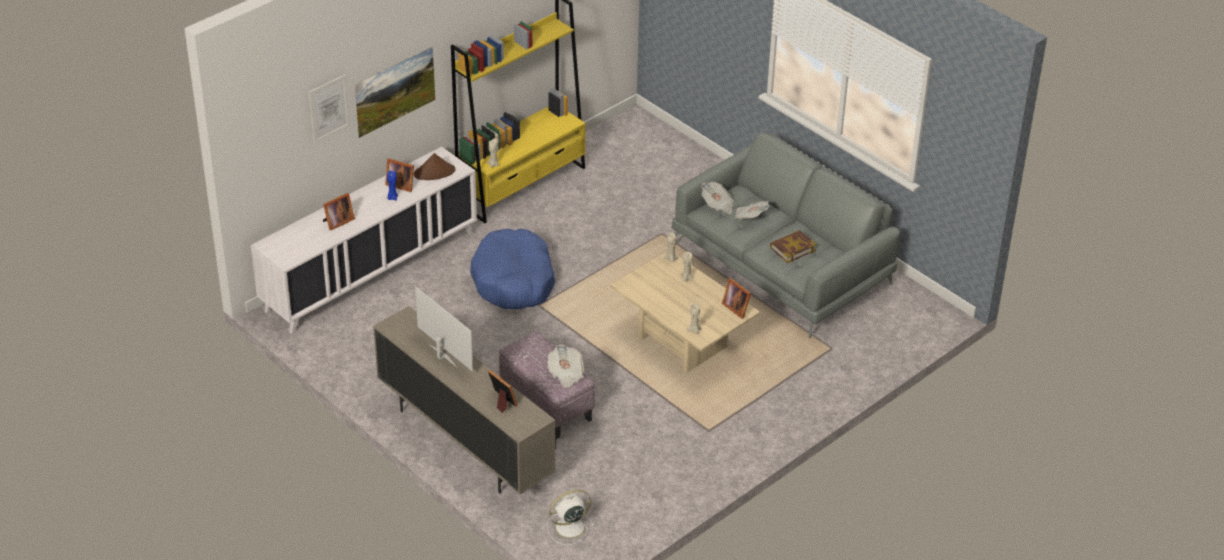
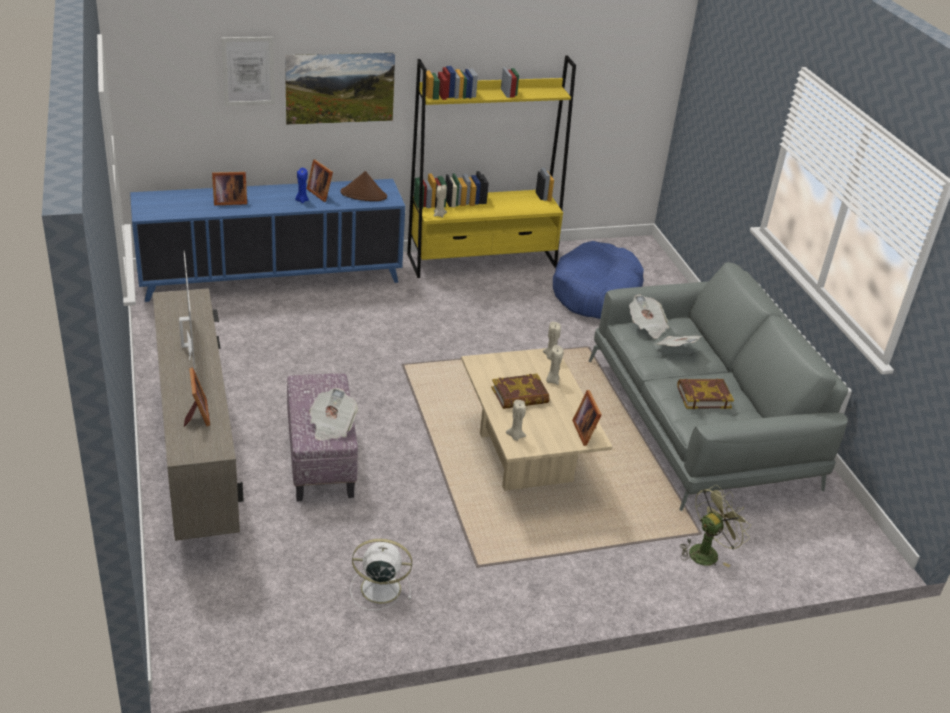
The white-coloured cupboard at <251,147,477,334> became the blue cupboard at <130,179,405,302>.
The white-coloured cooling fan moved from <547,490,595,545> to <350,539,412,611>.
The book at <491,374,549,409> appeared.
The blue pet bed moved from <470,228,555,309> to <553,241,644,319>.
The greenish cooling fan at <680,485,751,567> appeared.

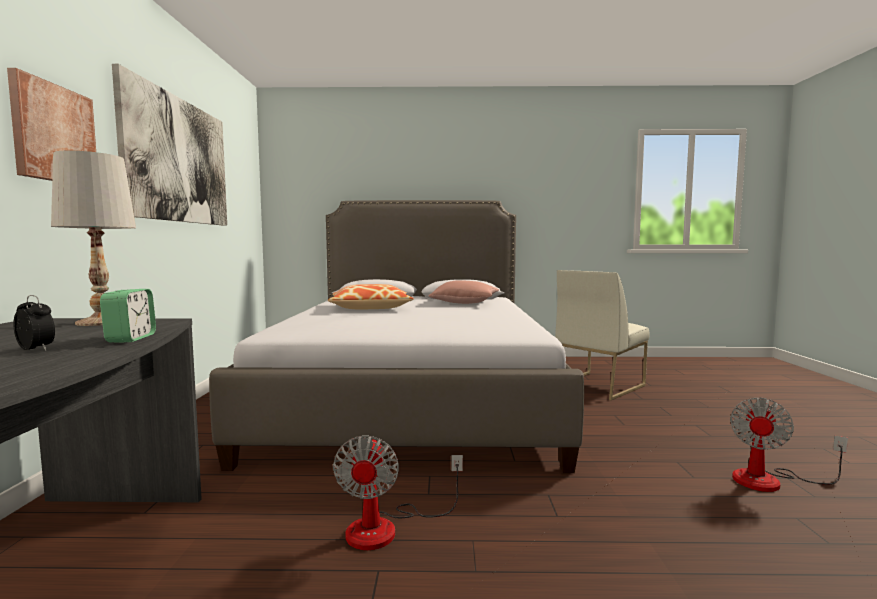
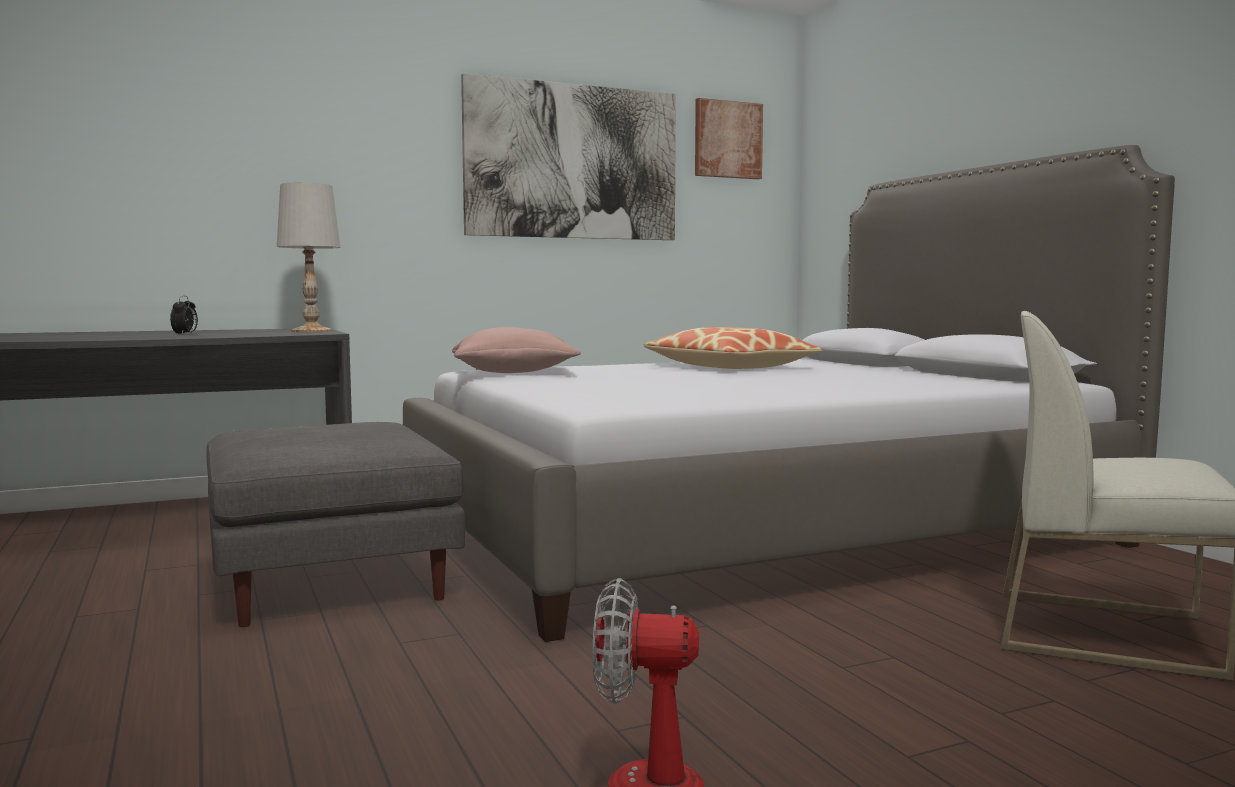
The cooling fan at <333,435,463,550> was replaced by the gray pouffe at <206,422,465,627>.
The pinkish throw pillow moved from <428,280,499,304> to <452,327,581,373>.
The wall picture moved from <7,68,96,181> to <695,98,763,179>.
The table clock at <100,289,156,343> disappeared.

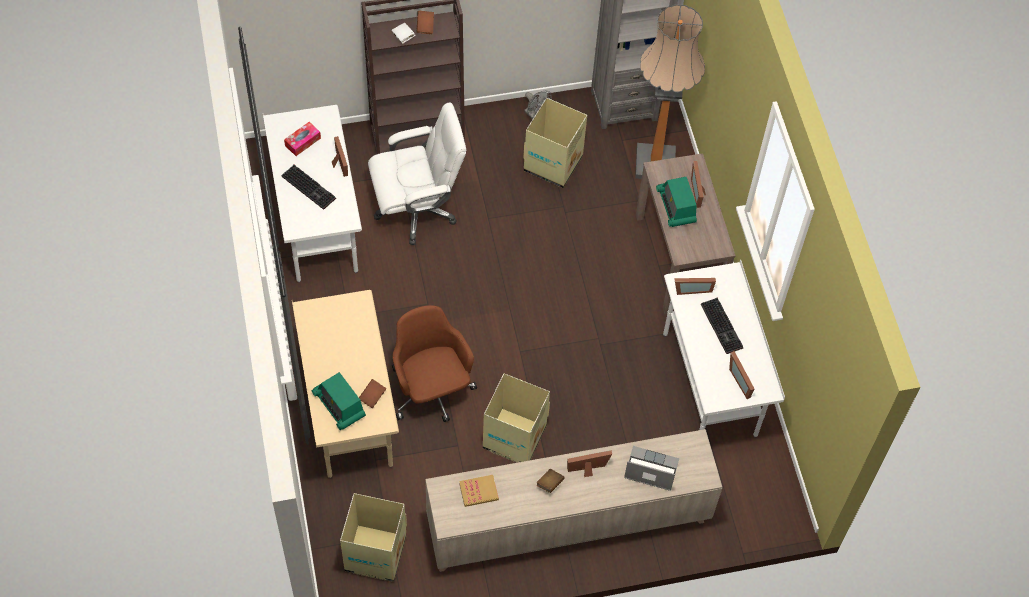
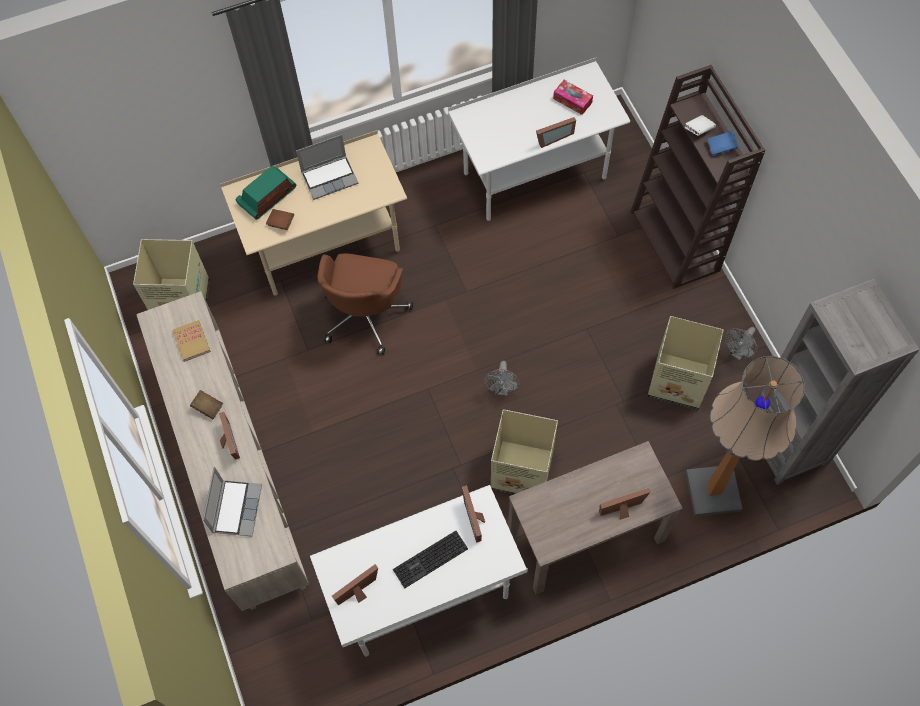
The notebook computer at <296,134,358,200> appeared.
The brown-coloured computer chair at <392,305,477,422> turned 135 degrees clockwise.
The gray cooling fan at <483,361,520,396> appeared.
The cardboard box moved from <483,373,550,463> to <491,409,558,494>.
The brown-coloured book at <417,11,434,34> became the blue book at <707,130,738,156>.
The keyboard at <282,165,336,210> disappeared.
The white-coloured computer chair at <368,102,466,245> disappeared.
The radio set at <656,177,697,227> disappeared.

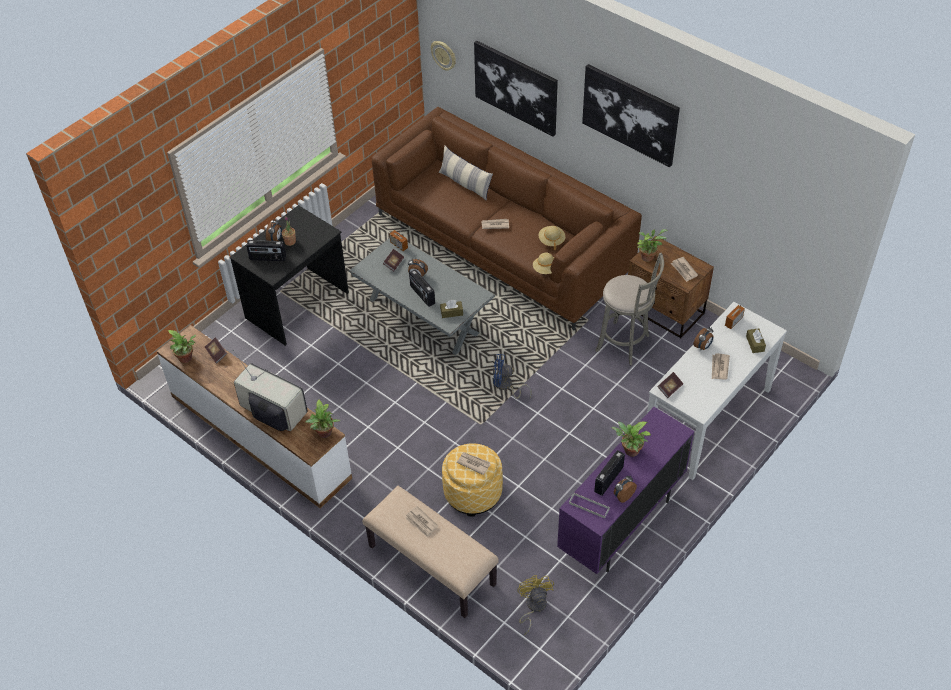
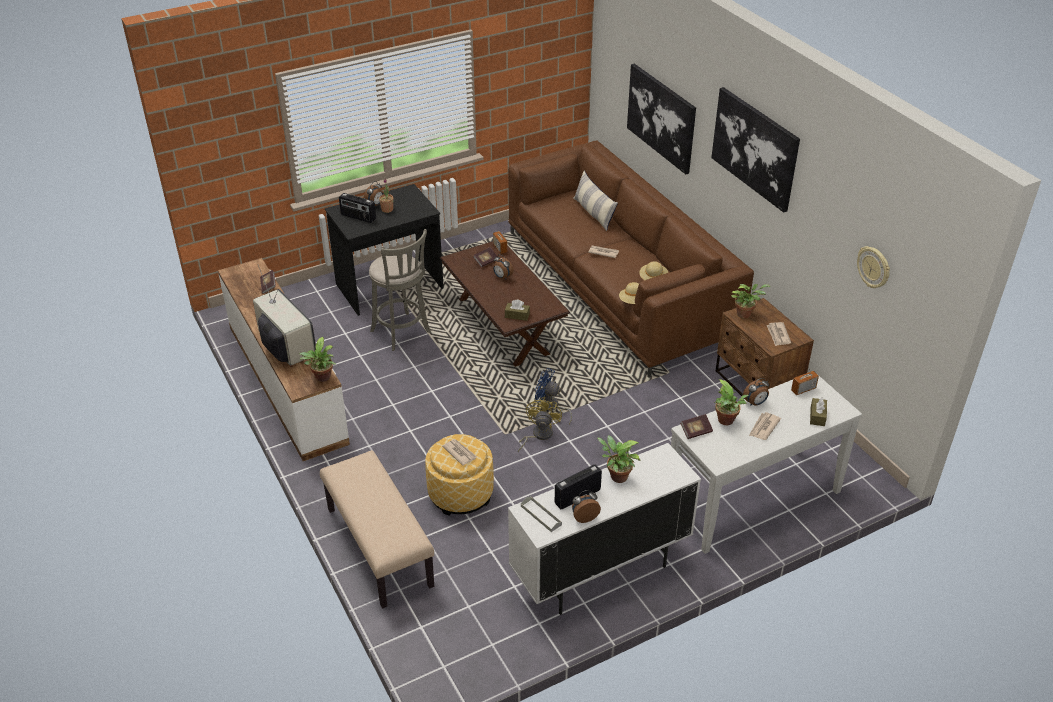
The gray stool seat moved from <595,253,664,366> to <369,229,431,351>.
The gray coffee table at <349,238,495,355> became the brown-coloured coffee table at <440,241,570,367>.
The purplish cupboard at <557,407,694,574> became the white-coloured cupboard at <508,443,701,615>.
The yellow-coloured cooling fan moved from <518,575,554,635> to <518,397,562,452>.
The potted plant moved from <167,330,196,363> to <714,379,749,425>.
The hanging clock moved from <431,41,456,71> to <857,246,890,288>.
The newspaper at <405,506,438,537> disappeared.
The radio set at <409,270,435,307> disappeared.

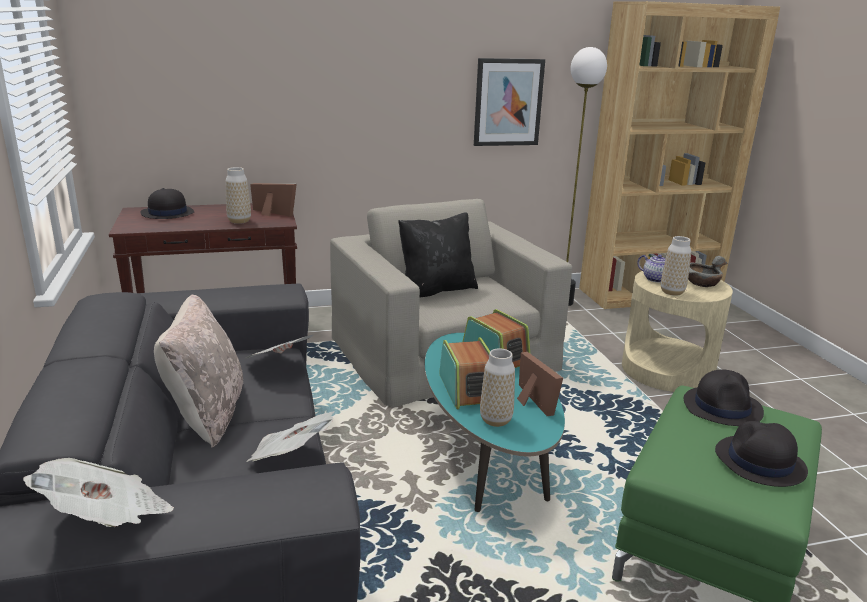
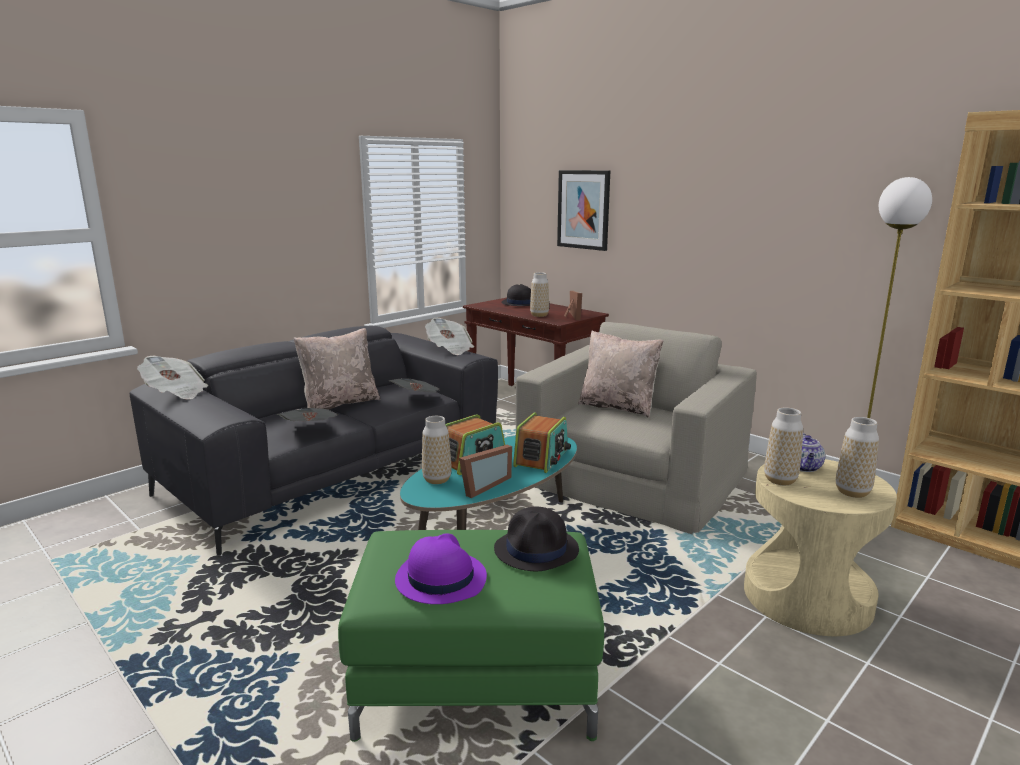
The blackish wearable hat at <715,421,808,487> became the purplish wearable hat at <395,534,487,604>.
The newspaper at <425,318,474,355> appeared.
The wall picture moved from <474,58,545,146> to <557,170,610,251>.
The blackish throw pillow at <398,212,478,298> became the beige throw pillow at <578,331,663,418>.
The gray bowl at <688,256,728,287> was replaced by the decorative vase at <836,417,879,498>.

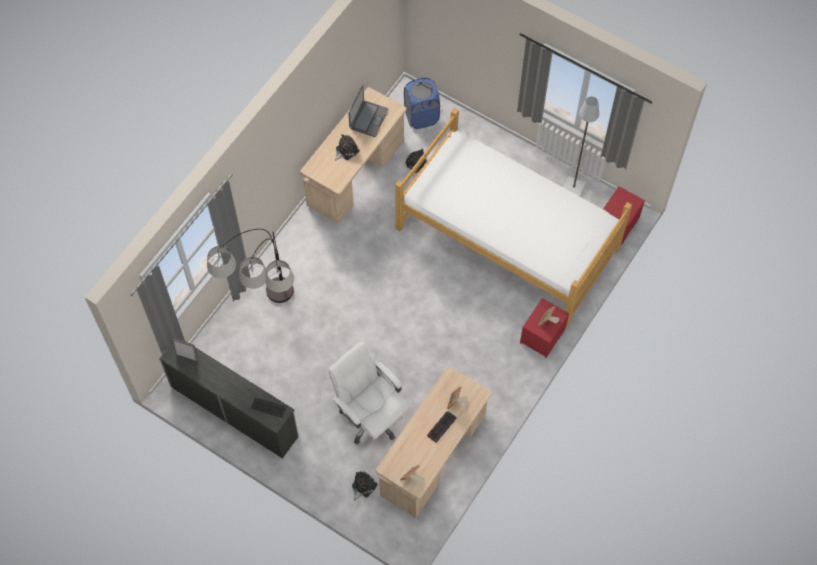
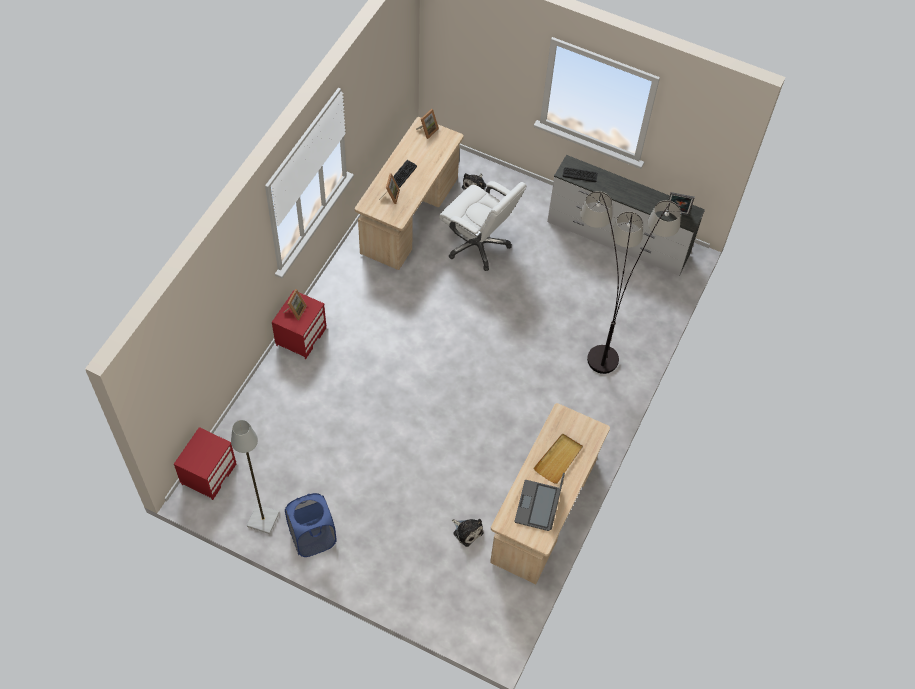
The blue hamper moved from <404,78,440,129> to <285,493,337,557>.
The plush toy at <335,134,360,161> was replaced by the beige carrying tray at <534,433,583,484>.
The bed at <395,108,632,327> disappeared.

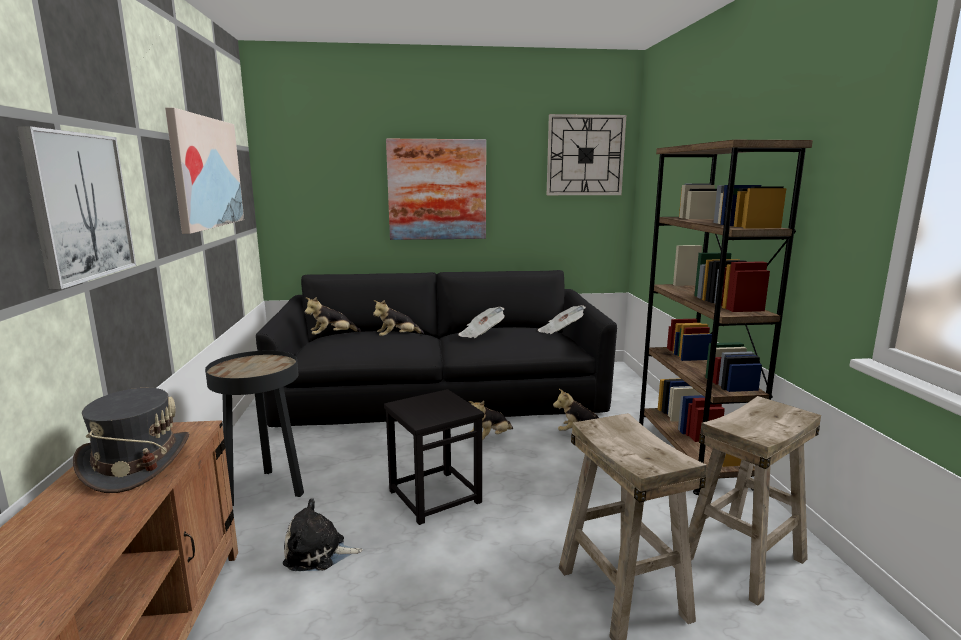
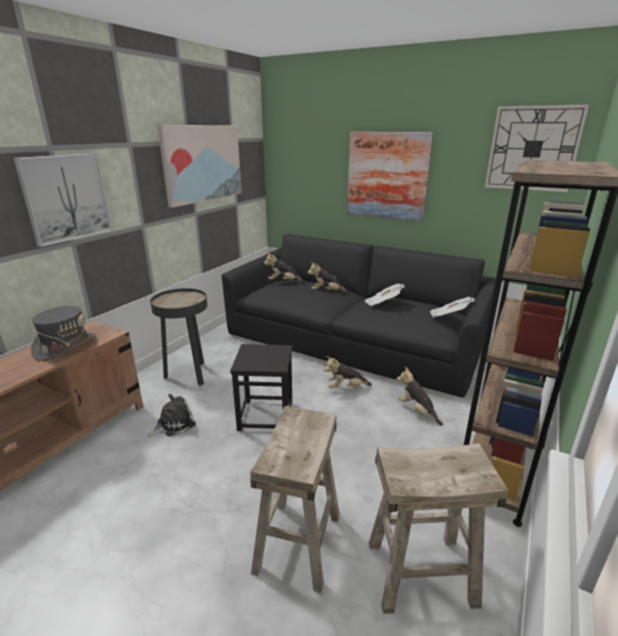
The plush toy at <283,498,363,571> turned 105 degrees clockwise.

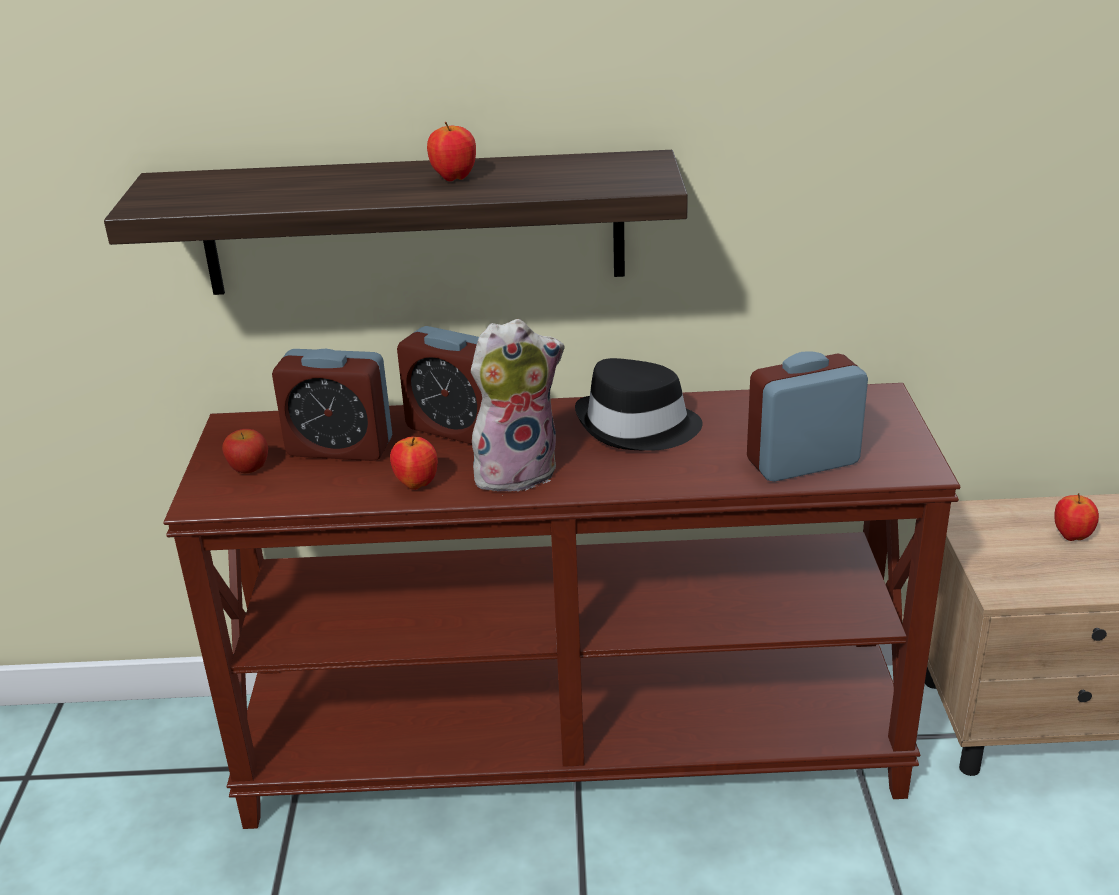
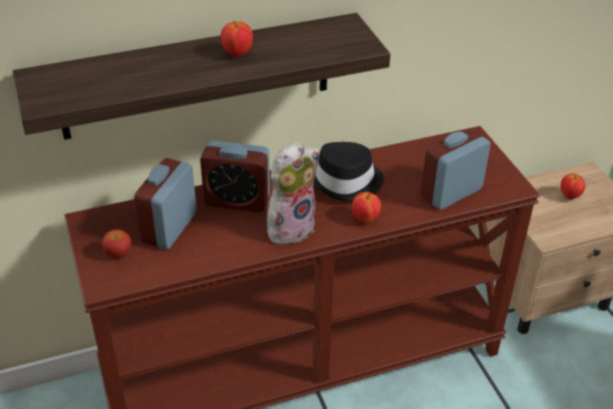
The table clock at <272,349,393,461> turned 120 degrees clockwise.
The apple moved from <390,437,438,490> to <352,192,381,224>.

